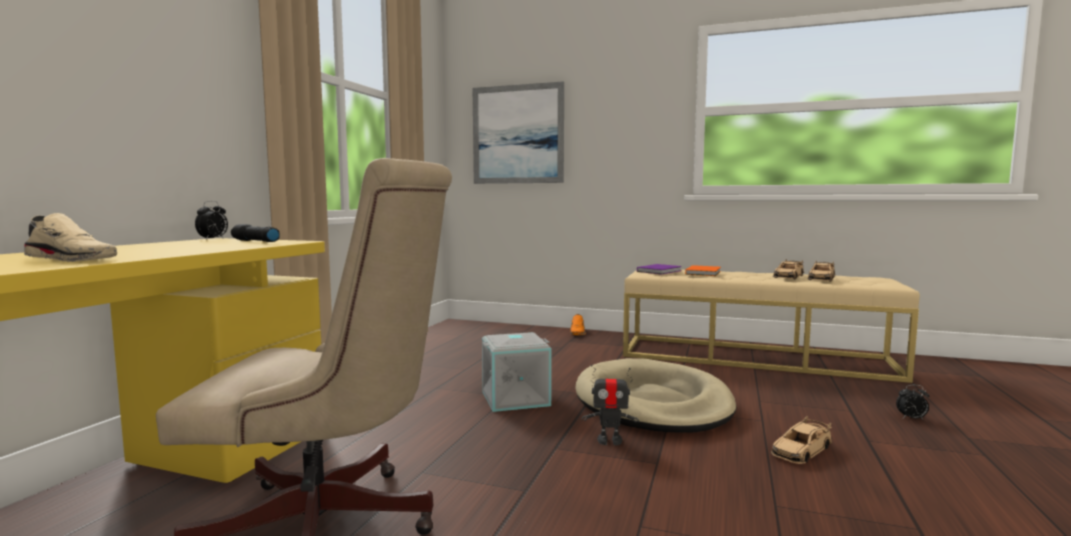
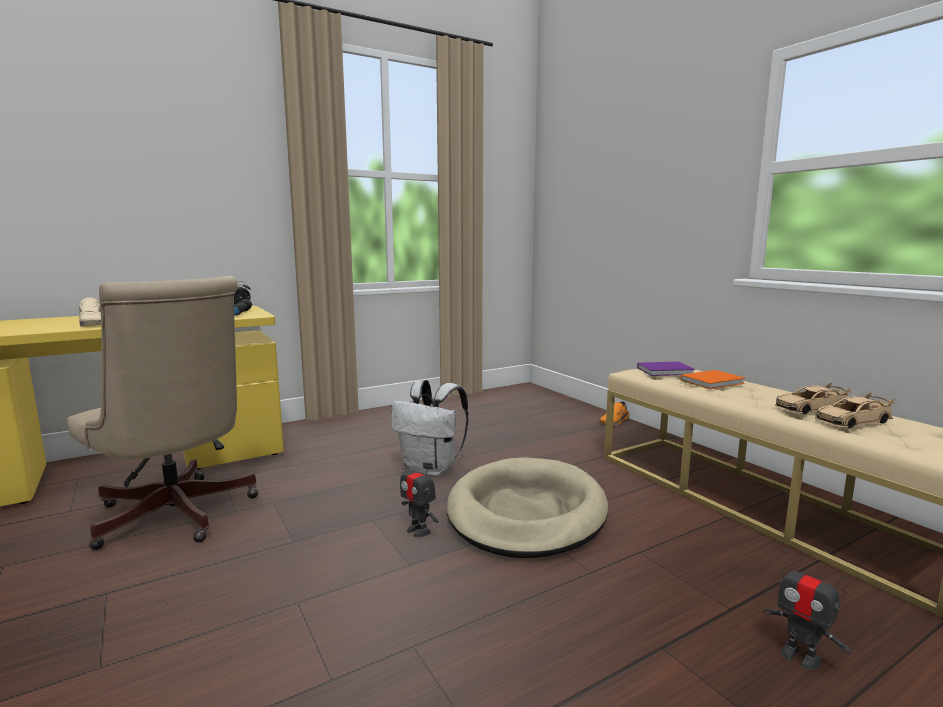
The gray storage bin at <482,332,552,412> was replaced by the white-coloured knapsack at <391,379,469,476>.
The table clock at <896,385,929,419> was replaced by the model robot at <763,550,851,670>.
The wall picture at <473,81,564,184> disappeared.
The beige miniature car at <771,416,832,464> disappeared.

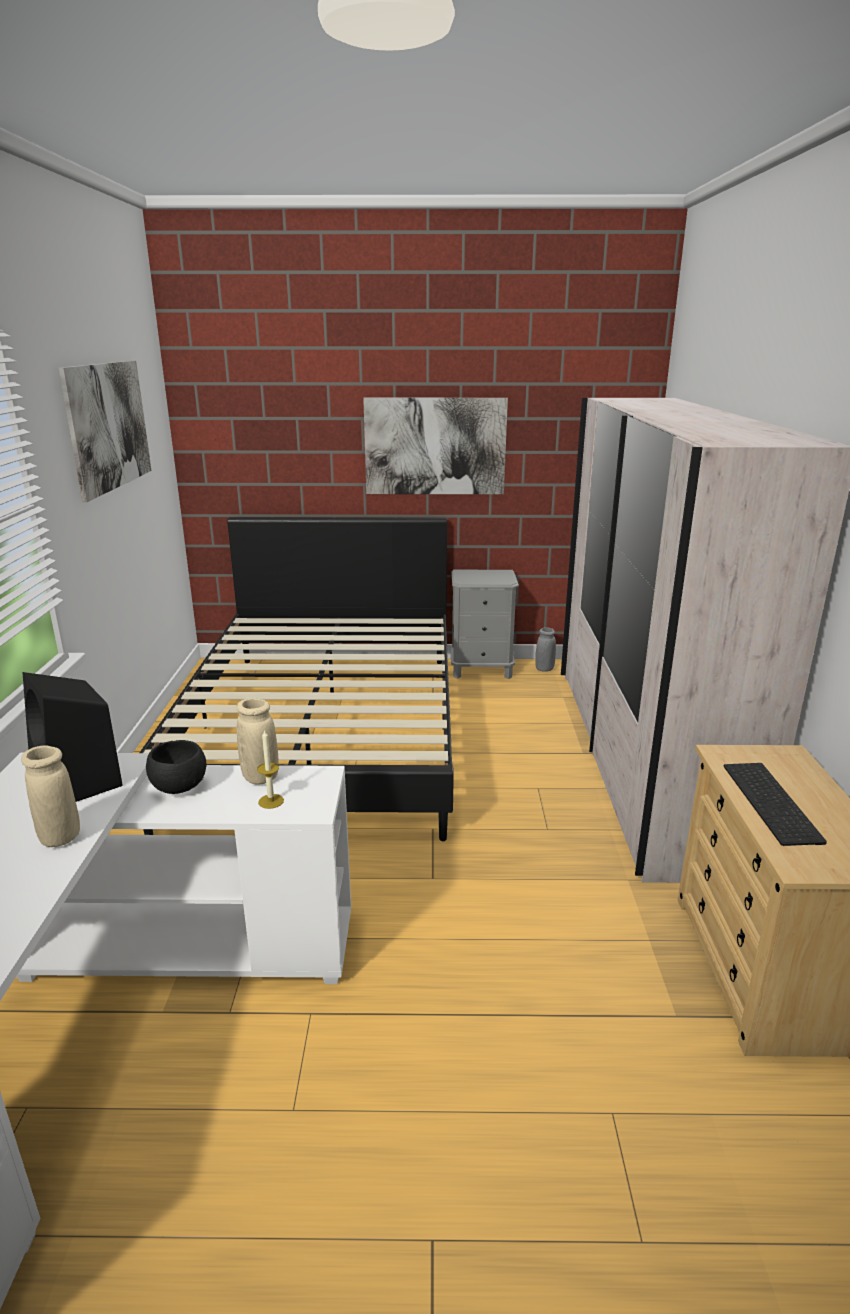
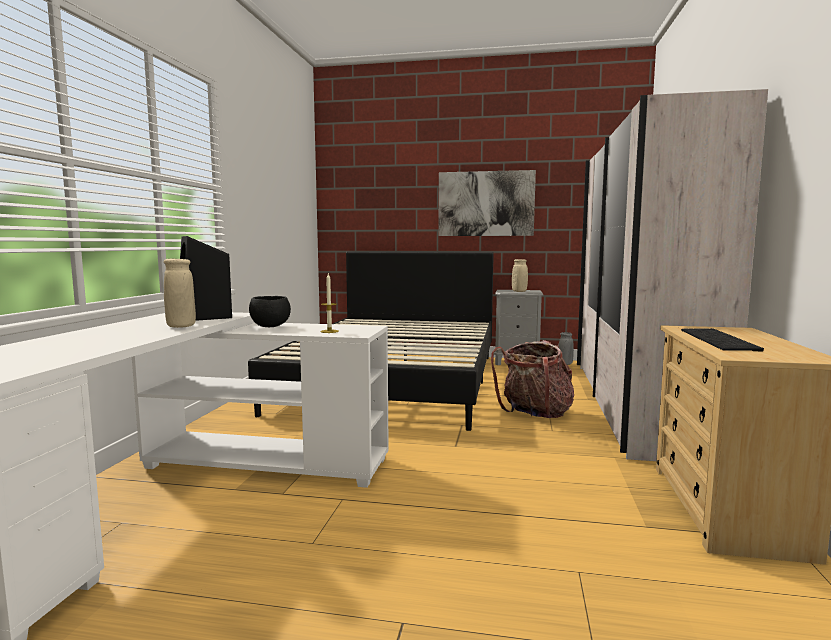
The knapsack at <491,340,574,418> appeared.
The beige decorative vase moved from <237,698,278,785> to <512,259,528,292>.
The wall picture at <59,361,152,503> disappeared.

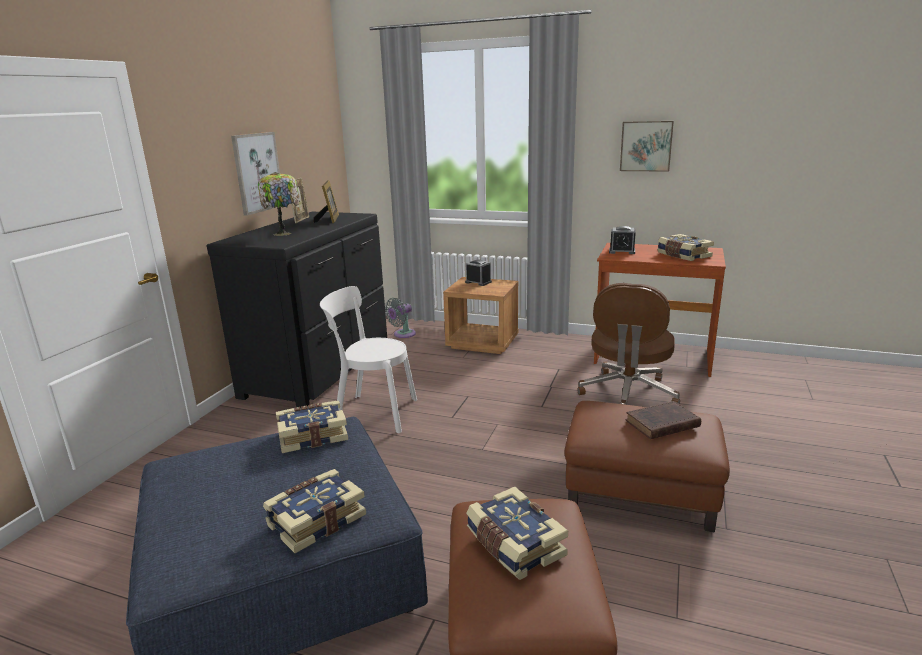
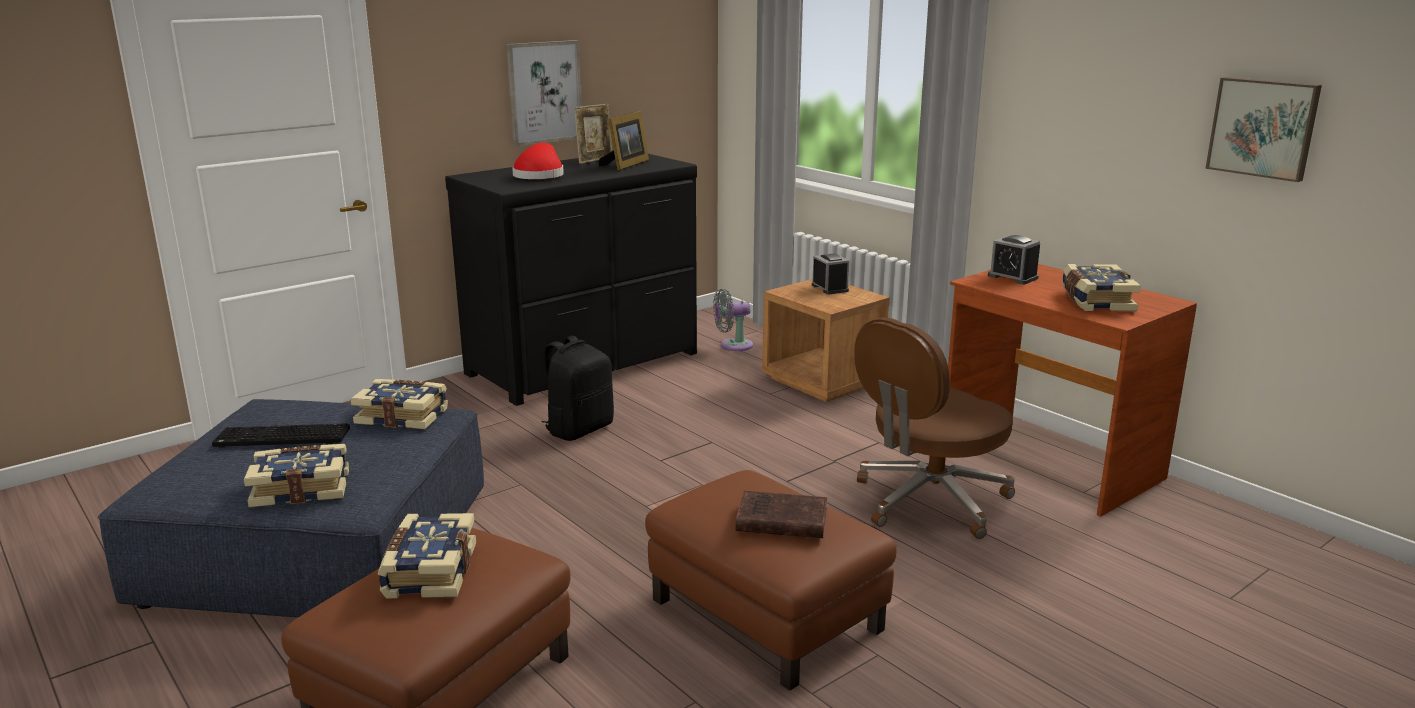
The keyboard at <212,423,350,448> appeared.
The table lamp at <258,172,300,236> was replaced by the red-coloured wearable hat at <512,143,564,179>.
The white-coloured upright chair at <320,286,417,433> was replaced by the blackish knapsack at <542,336,614,441>.
The wall picture moved from <620,121,674,172> to <1205,77,1322,182>.

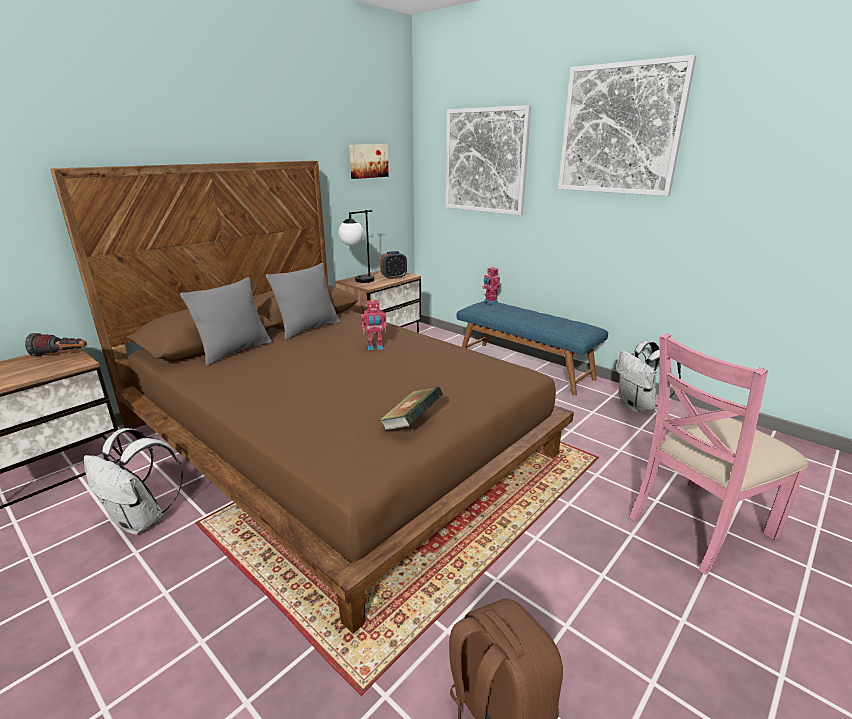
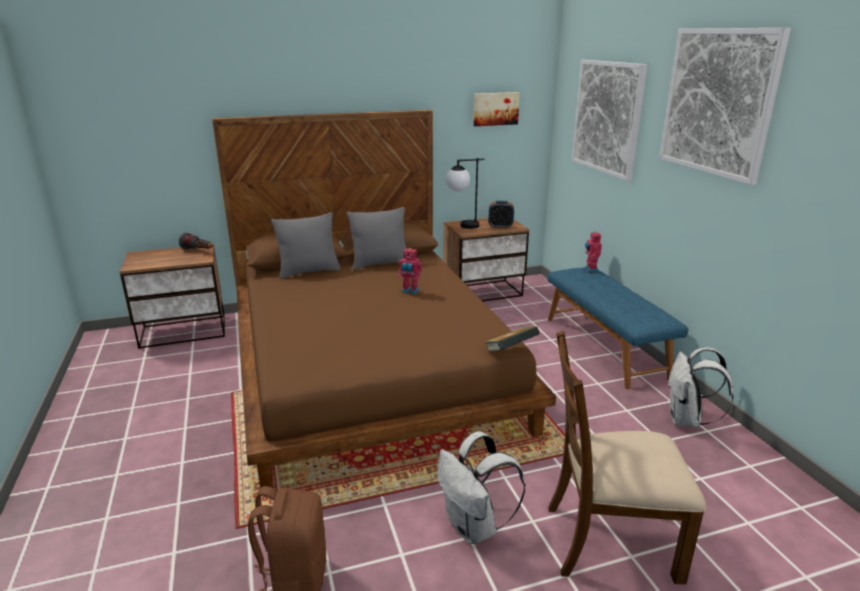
The white-coloured knapsack moved from <84,428,183,535> to <437,431,525,544>.
The book moved from <379,386,443,431> to <486,326,540,351>.
The pinkish upright chair at <629,333,808,575> became the brown-coloured upright chair at <548,331,706,584>.

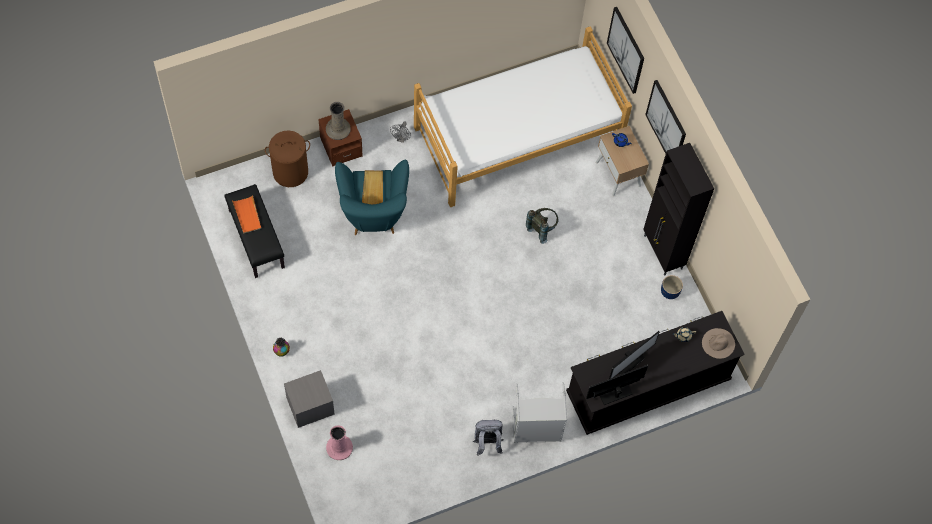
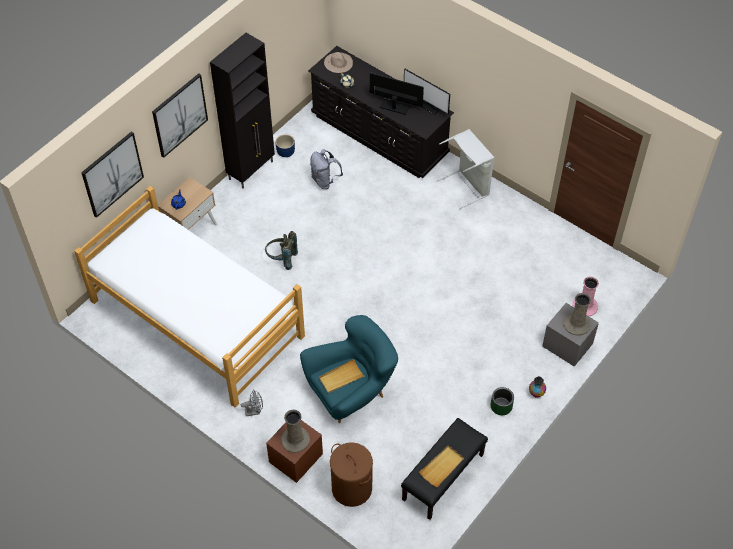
The gray knapsack moved from <473,419,503,456> to <310,150,343,189>.
The orange carrying tray at <232,195,261,233> became the beige carrying tray at <419,445,464,487>.
The greenish flower pot at <490,387,514,415> appeared.
The beige decorative vase at <564,293,591,336> appeared.

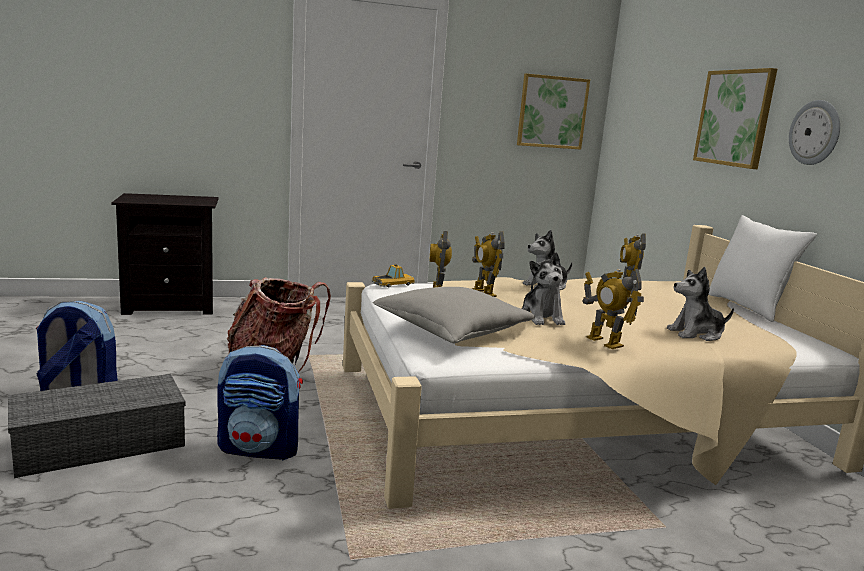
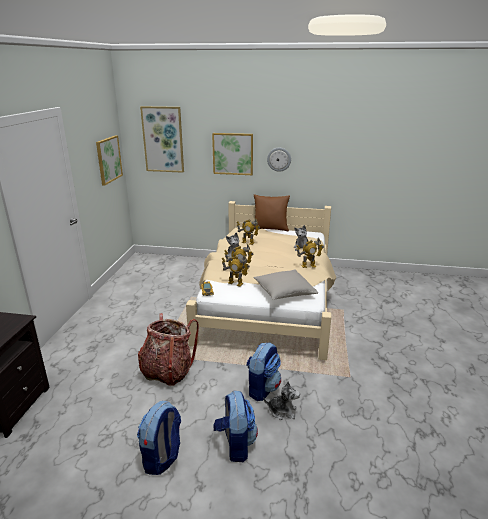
The wall picture at <140,106,184,173> appeared.
The gray storage bin at <8,374,186,478> was replaced by the knapsack at <213,391,258,462>.
The white-coloured throw pillow at <709,215,817,322> became the brown-coloured throw pillow at <254,194,290,231>.
The plush toy moved from <522,252,565,325> to <263,381,300,420>.

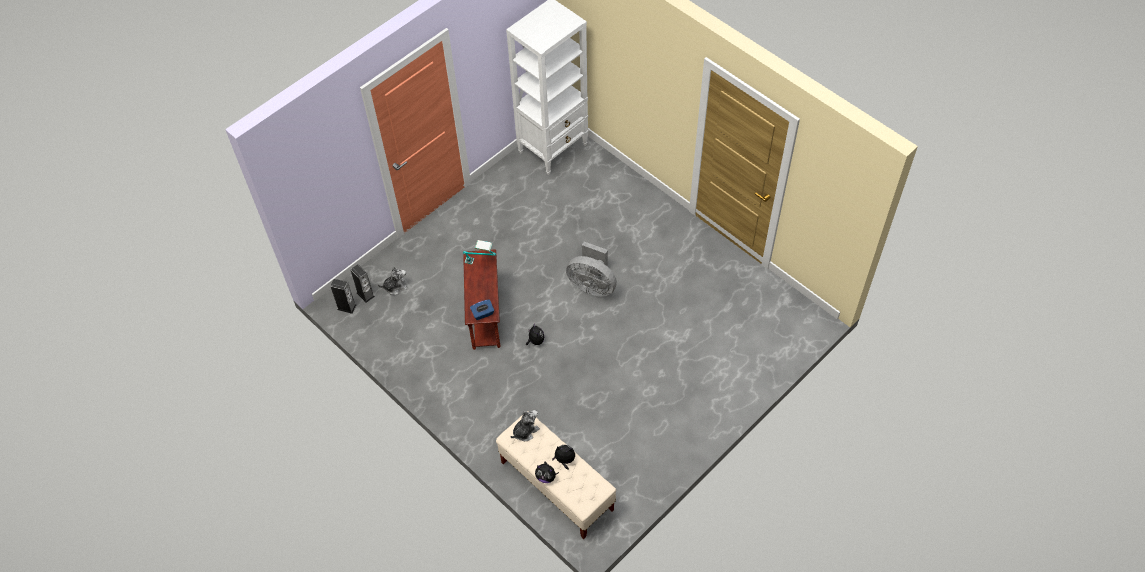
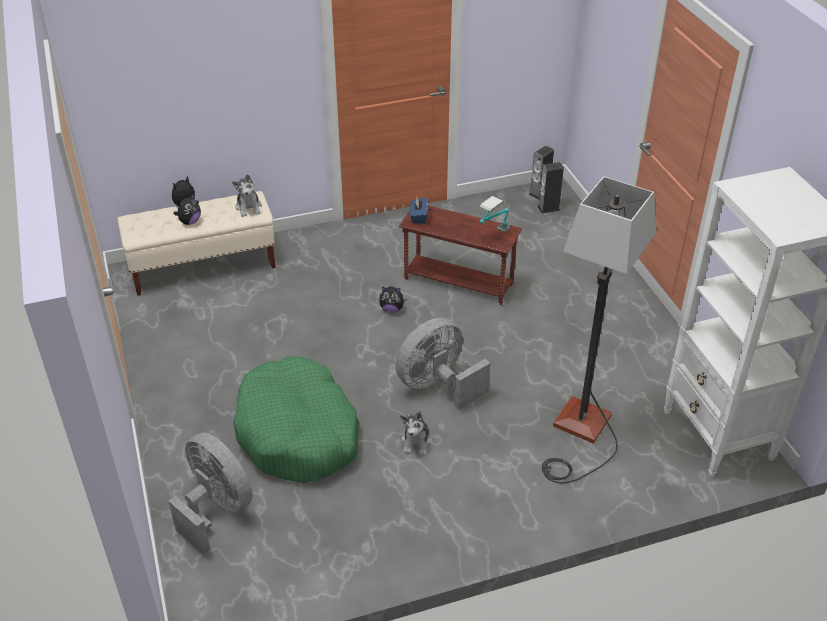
The gray cooling fan at <169,433,253,555> appeared.
The greenish pet bed at <234,356,359,483> appeared.
The plush toy moved from <378,267,408,295> to <400,411,432,456>.
The standing lamp at <542,176,657,483> appeared.

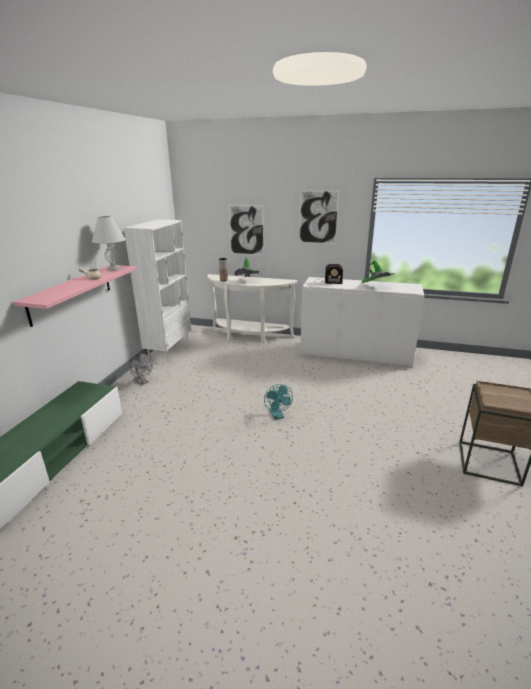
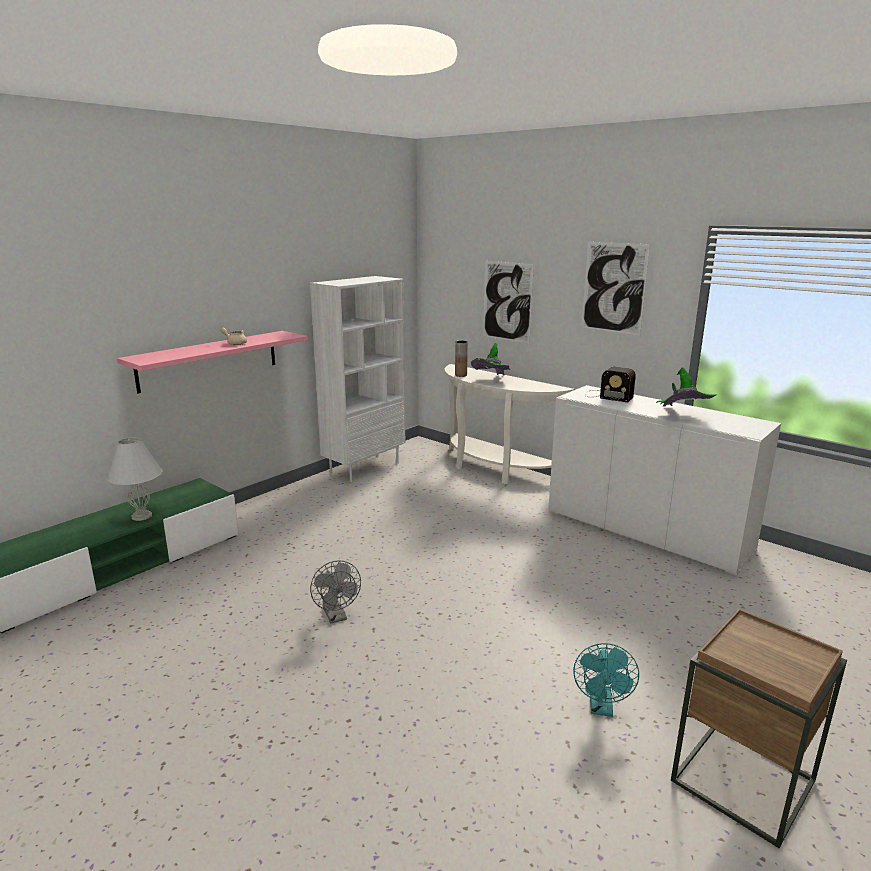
The white-coloured table lamp moved from <92,216,126,271> to <107,437,163,521>.
The gray cooling fan moved from <130,353,153,385> to <310,560,361,624>.
The turquoise-coloured cooling fan moved from <264,384,293,420> to <573,643,639,717>.

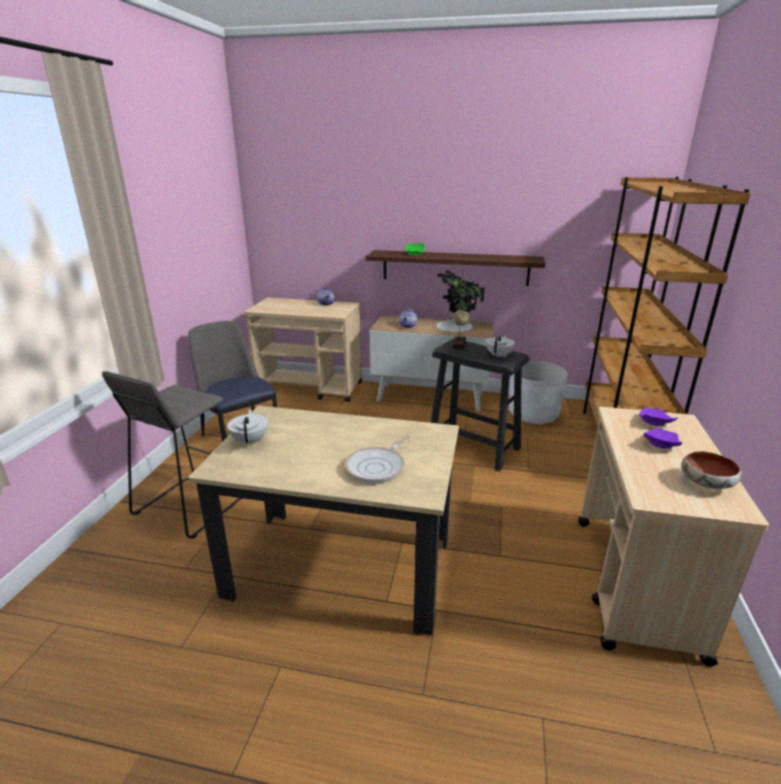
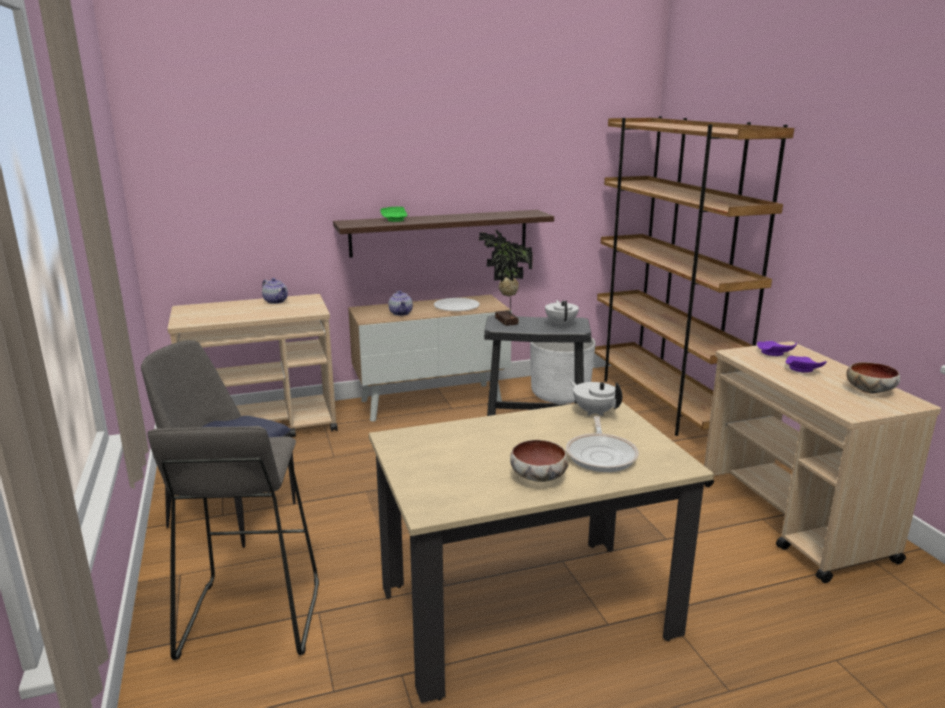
The bowl at <510,440,569,482> appeared.
The white-coloured tea pot moved from <227,409,268,446> to <569,380,622,416>.

